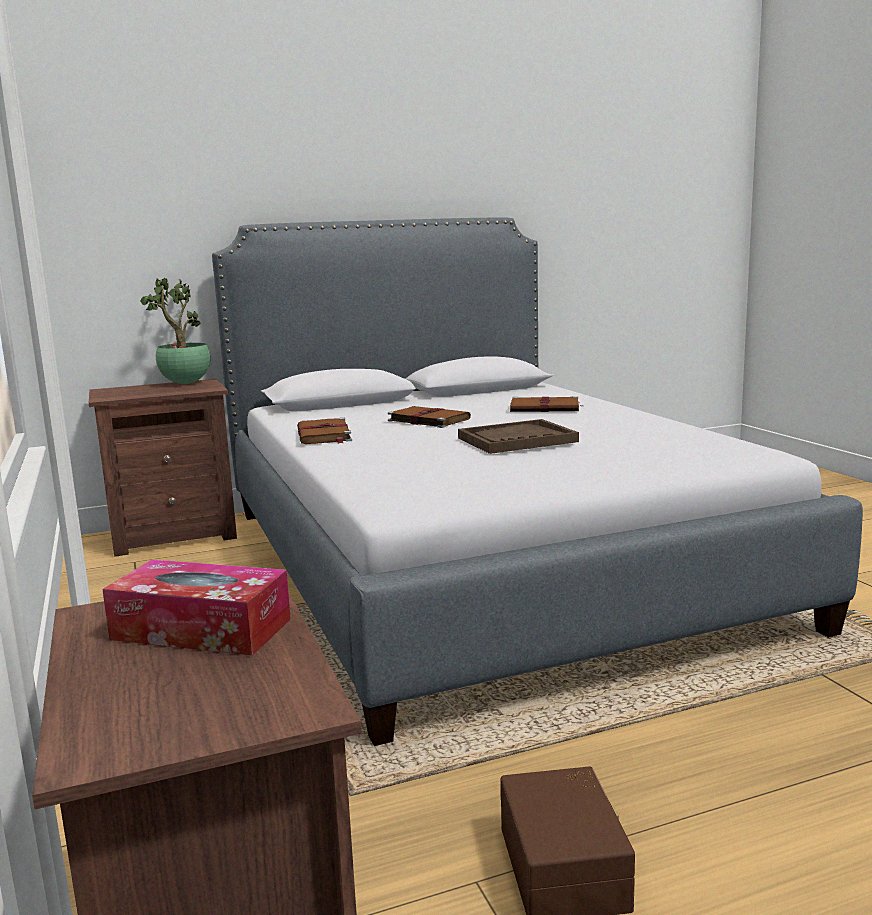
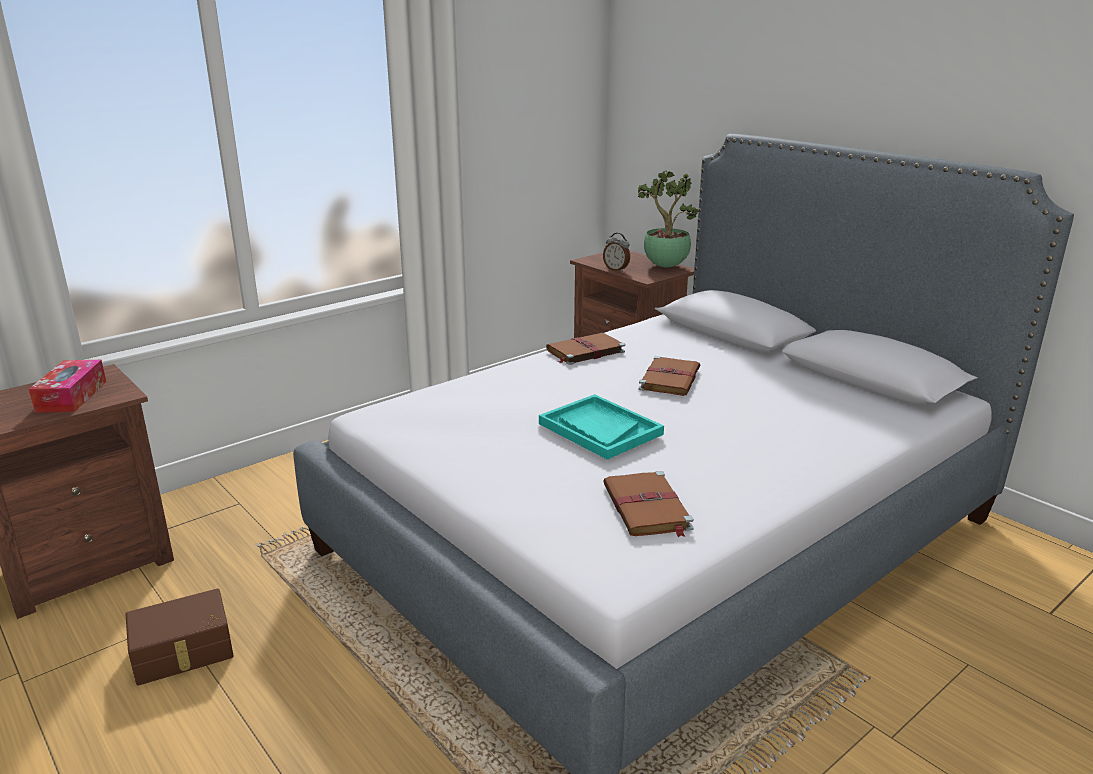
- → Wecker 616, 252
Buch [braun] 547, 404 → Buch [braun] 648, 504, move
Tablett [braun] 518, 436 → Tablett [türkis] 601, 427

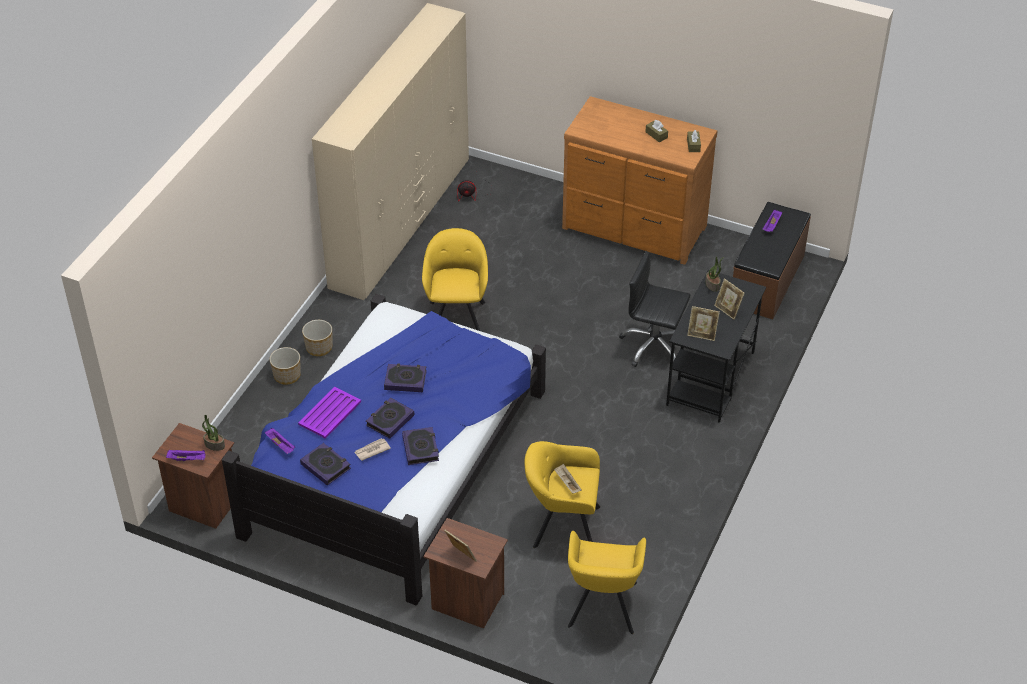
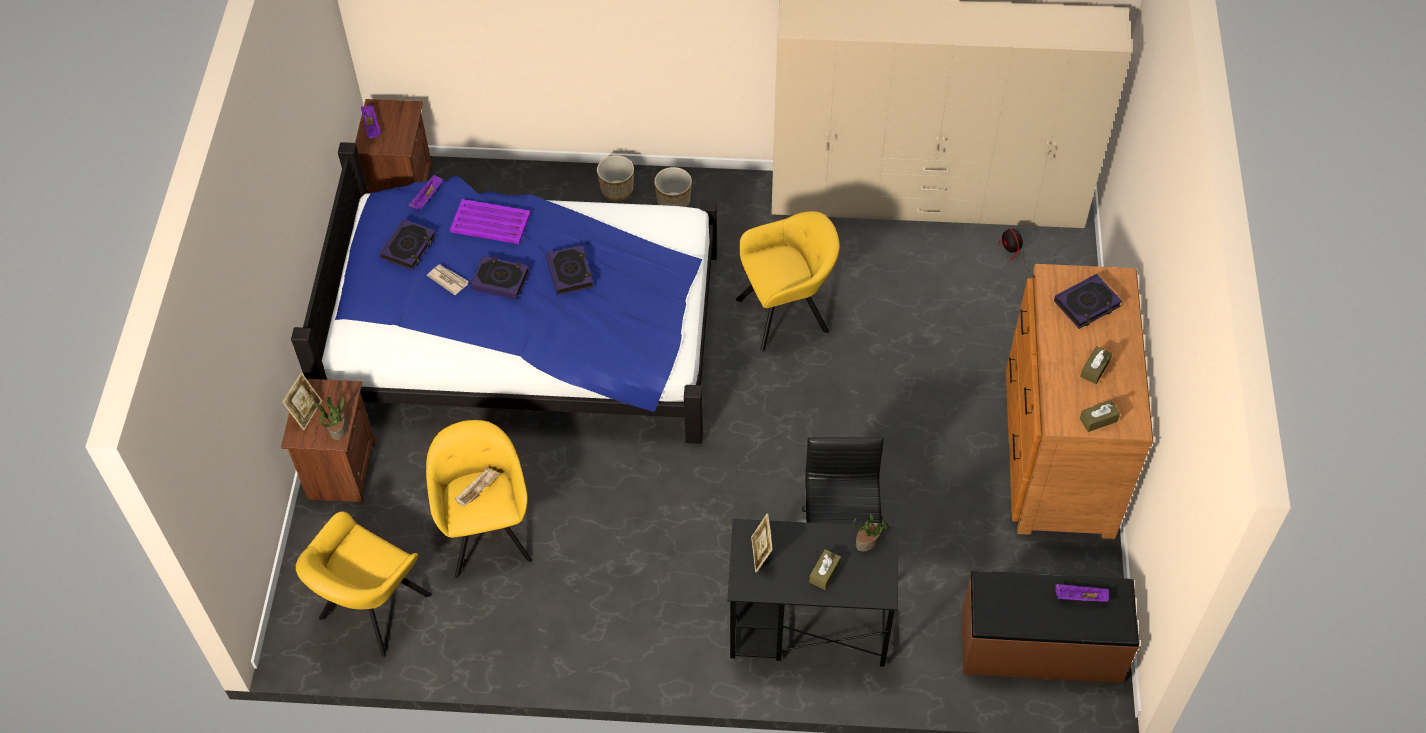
Topfpflanze 213, 433 → Topfpflanze 330, 417, move
Buch 420, 446 → Buch 1088, 301, move
Bilderrahmen 729, 299 → Taschentuchbox [braun] 825, 569
Sessel [gelb] 607, 582 → Sessel [gelb] 364, 584, 45 degrees counterclockwise

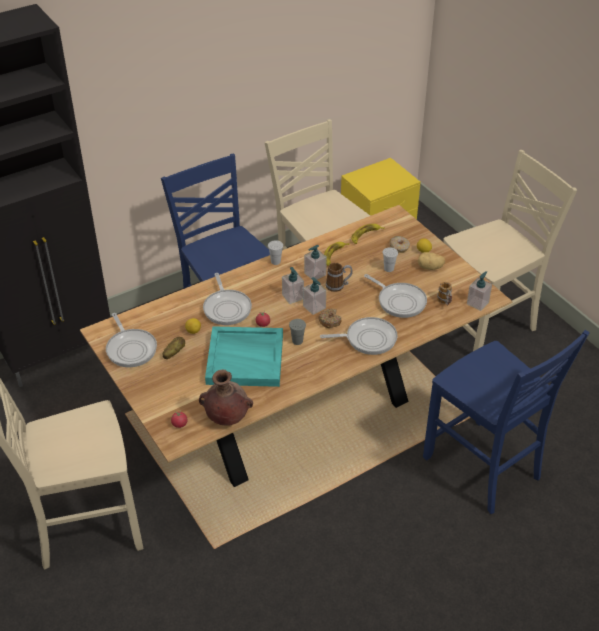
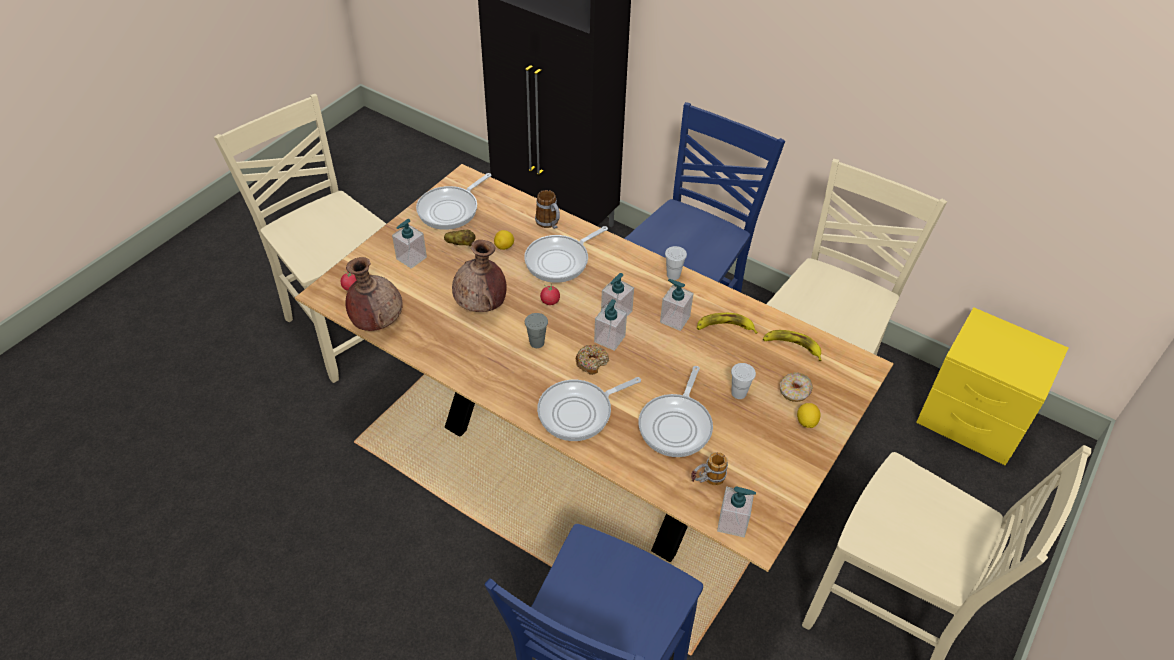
Kartoffel 431, 261 → -
- → Seifenspender 409, 244
Henkelbecher 339, 277 → Henkelbecher 547, 209, move
Tablett [türkis] 244, 356 → Vase [braun] 479, 276
Pfanne 359, 336 → Pfanne 589, 409, 90 degrees clockwise

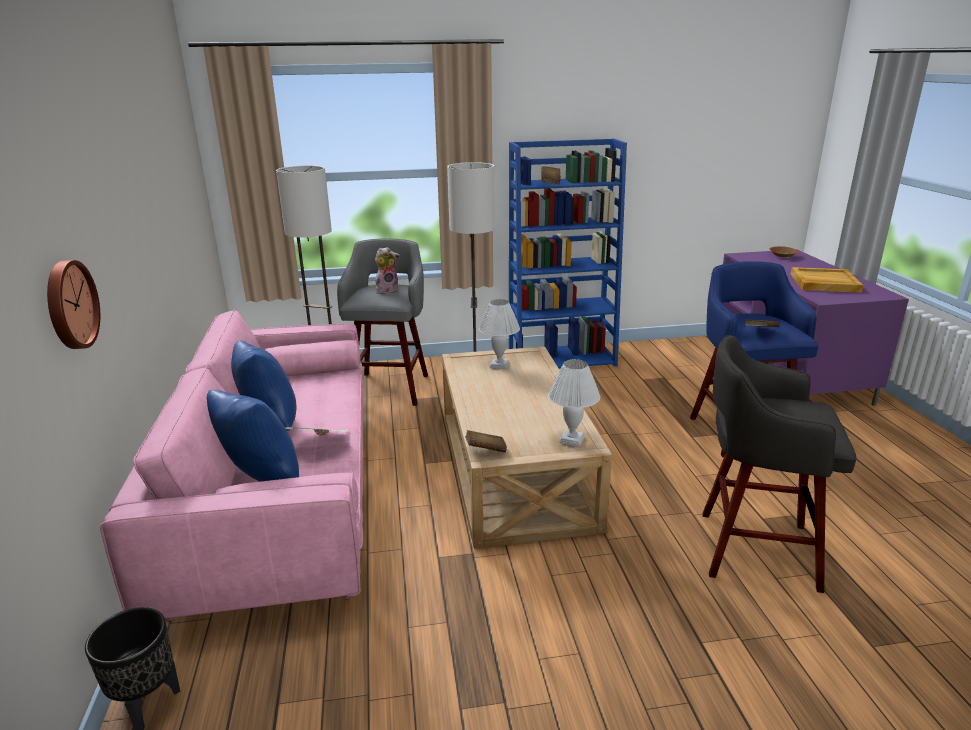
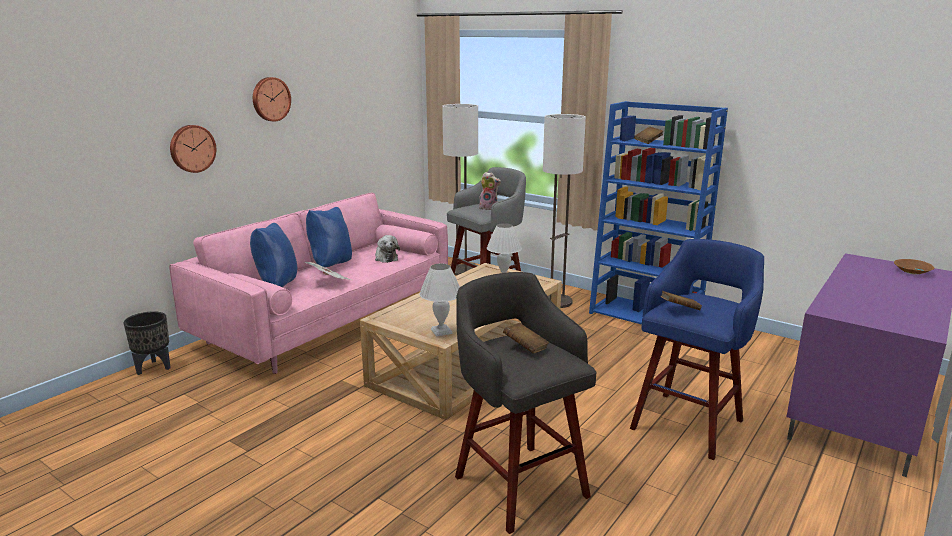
Tablett [beige] 827, 280 → -
- → Wanduhr 272, 99
- → Plüschtier 387, 249
Buch [braun] 486, 441 → Buch [braun] 526, 338, move

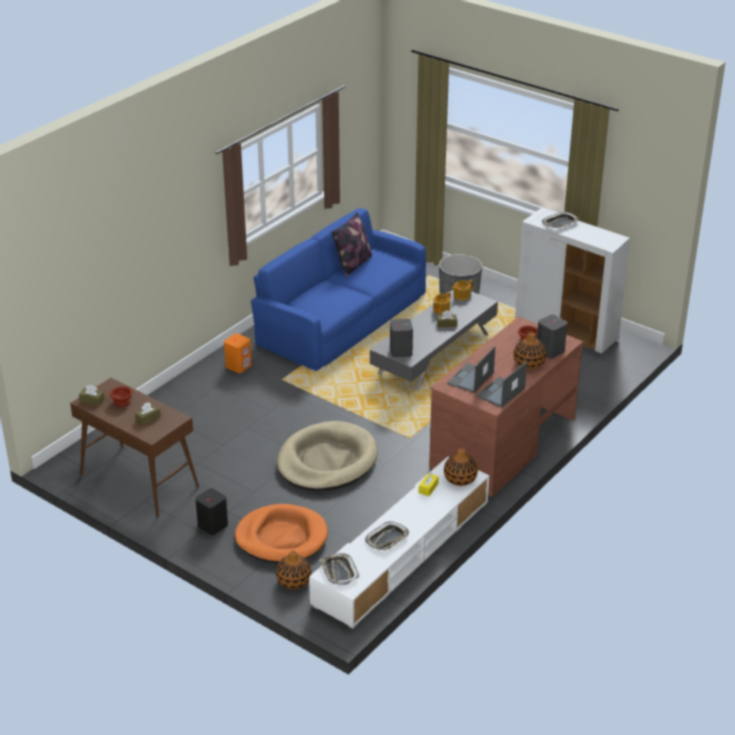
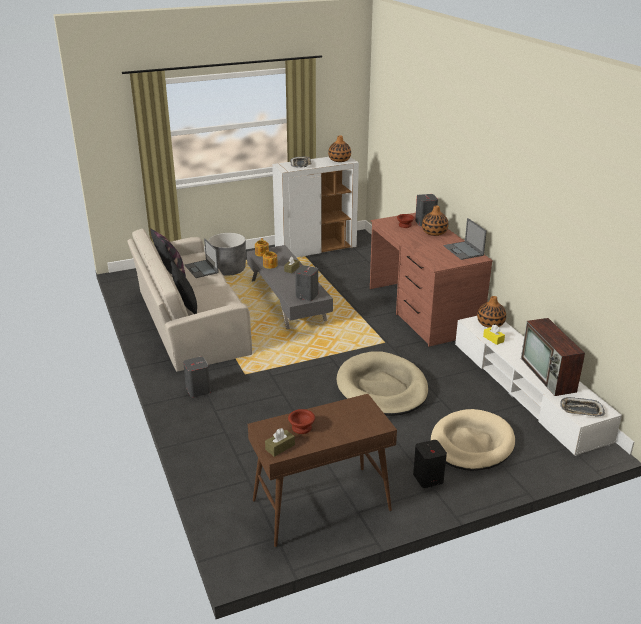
Taschentuchbox [braun] 148, 413 → -
- → Kissen [schwarz] 184, 287
Vase 293, 570 → Vase 339, 149, move
Laptop 471, 369 → Laptop 202, 258, move
Tablett 387, 536 → Fernseher 553, 357
Lautsprecher [orange] 238, 353 → Lautsprecher [grau] 197, 377
Hundebett [orange] 281, 533 → Hundebett [beige] 473, 440
Sofa [blau] 338, 289 → Sofa [beige] 189, 300

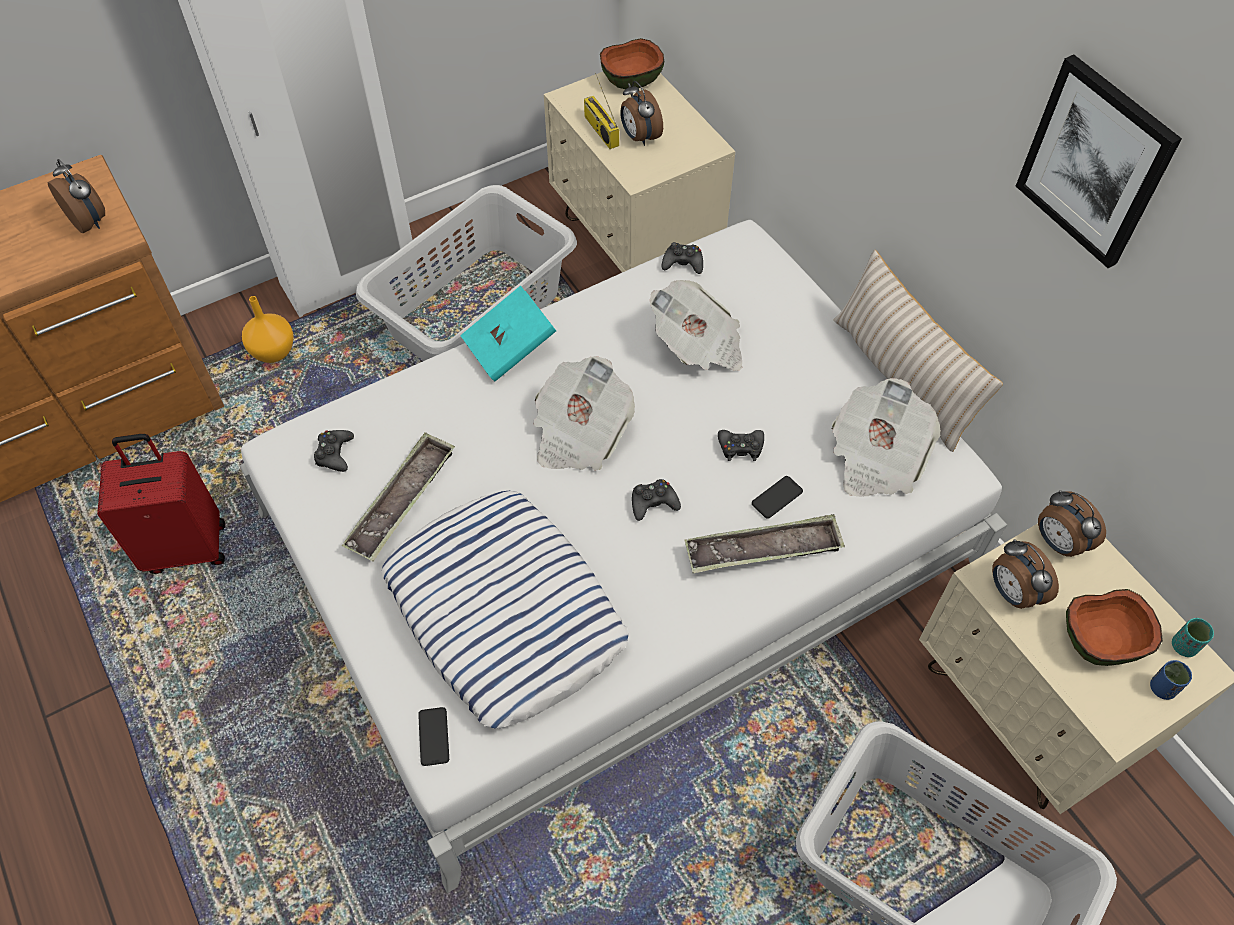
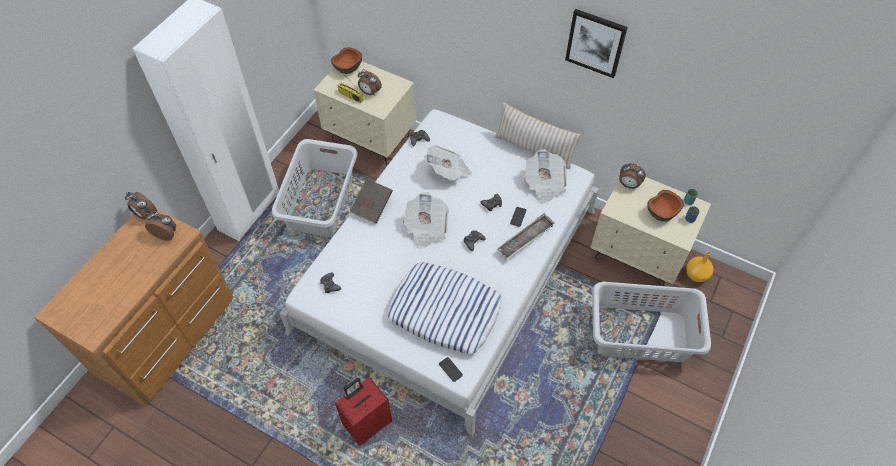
Tablett 398, 496 → -
Koffer [rot] 161, 504 → Koffer [rot] 363, 412, move
Vase [orange] 268, 329 → Vase [orange] 700, 267, move
Wecker 1025, 574 → Wecker 141, 206, move
Buch [türkis] 508, 333 → Buch [braun] 371, 201

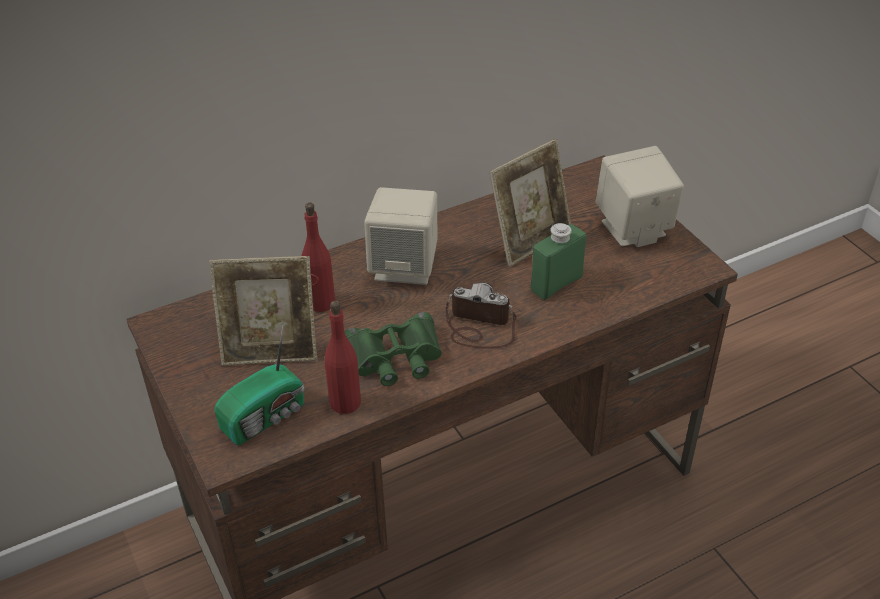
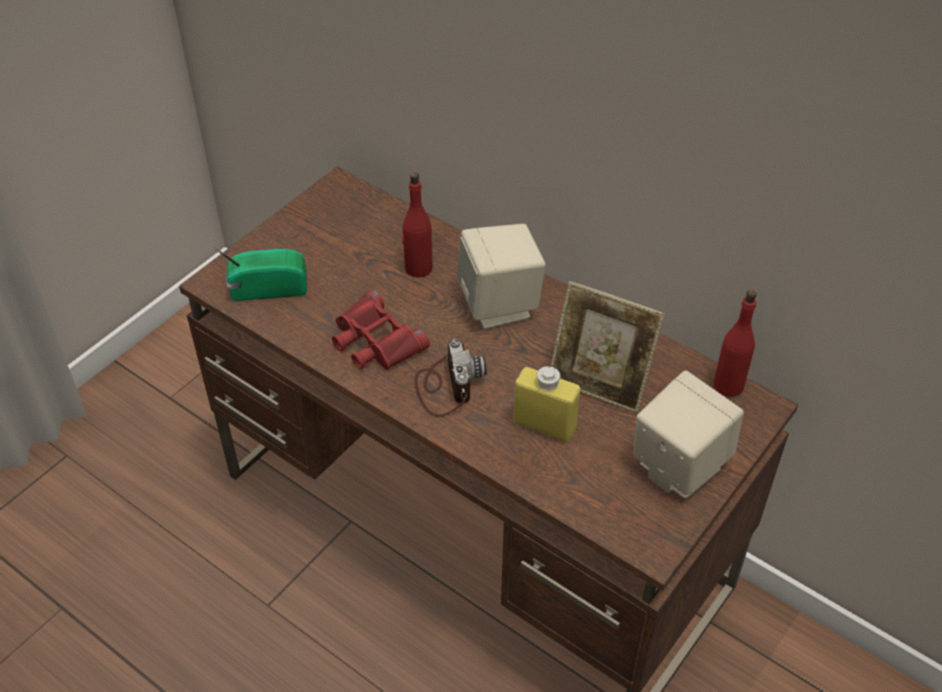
Bilderrahmen 263, 311 → -
Flasche [rot] 343, 357 → Flasche [rot] 735, 343, move
Fernglas [grün] 393, 349 → Fernglas [rot] 381, 330
Flasche [grün] 559, 261 → Flasche [gelb] 547, 404
Radio 259, 385 → Radio 260, 274, 150 degrees clockwise

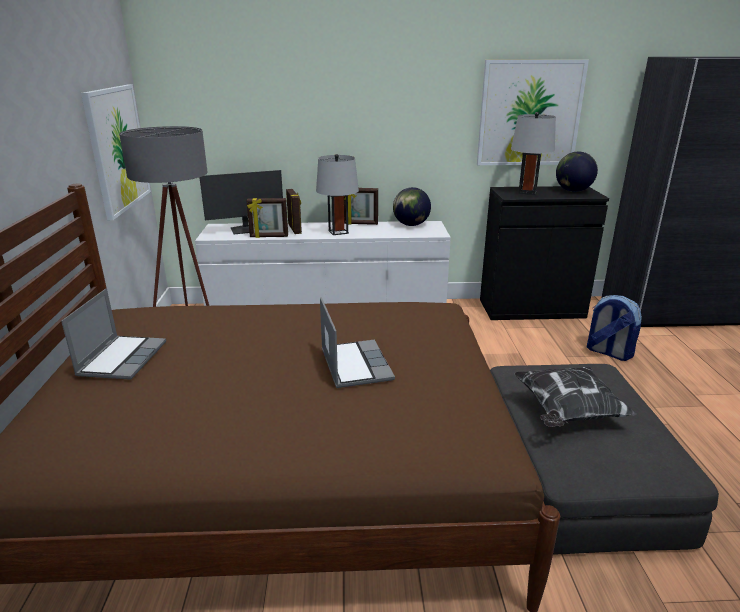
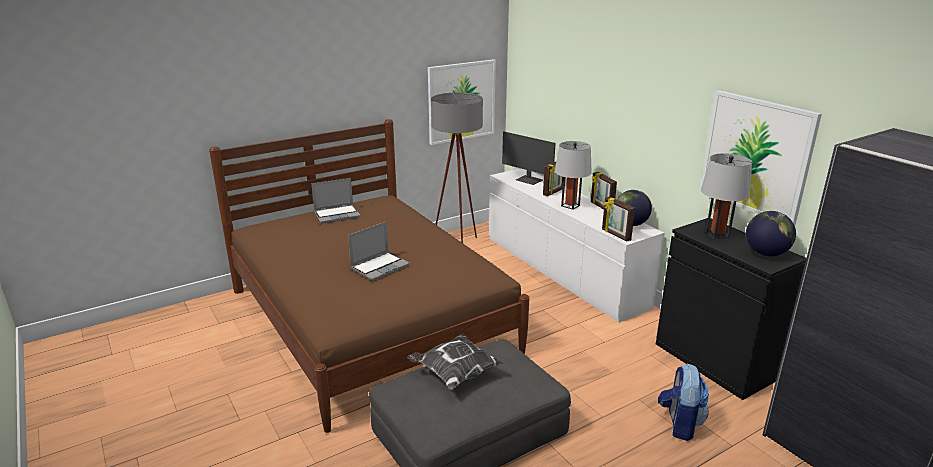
Bilderrahmen 267, 218 → Bilderrahmen 618, 219, move

